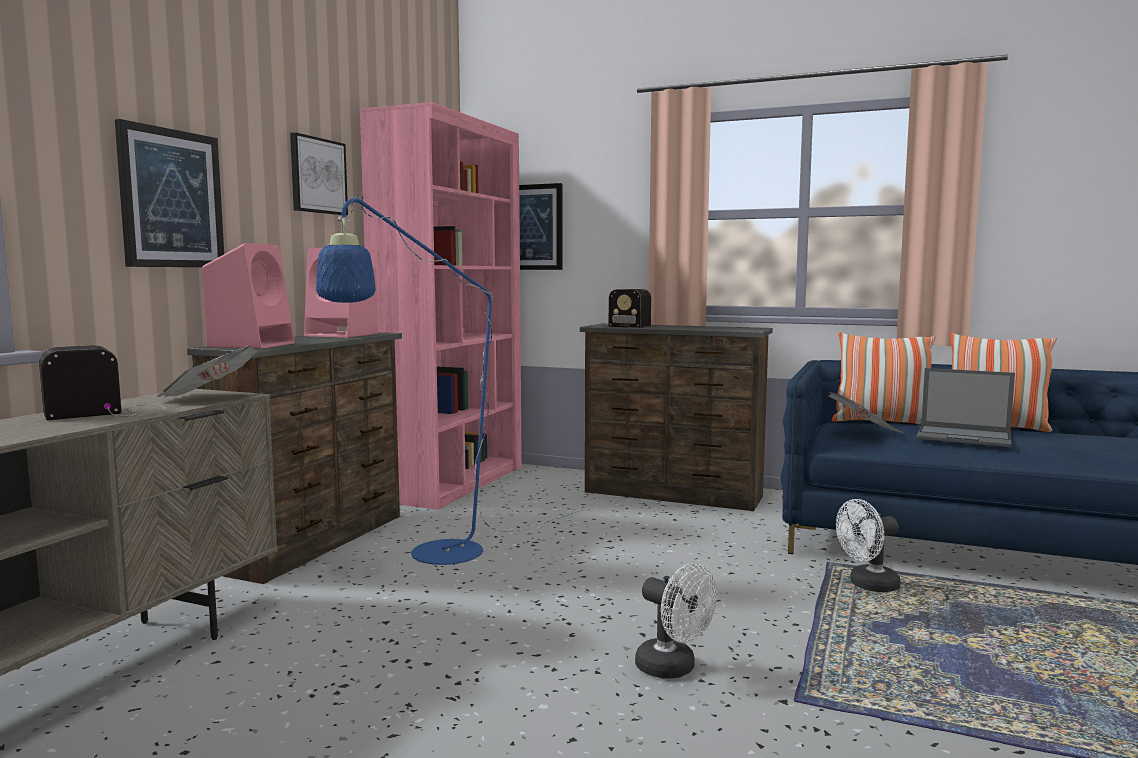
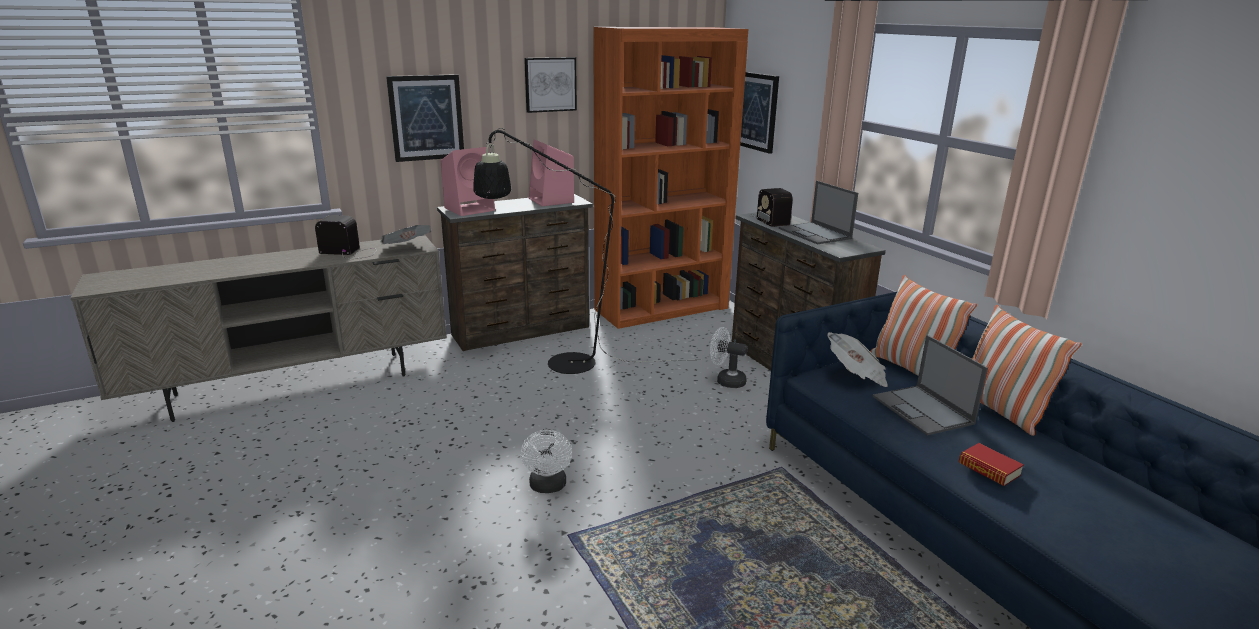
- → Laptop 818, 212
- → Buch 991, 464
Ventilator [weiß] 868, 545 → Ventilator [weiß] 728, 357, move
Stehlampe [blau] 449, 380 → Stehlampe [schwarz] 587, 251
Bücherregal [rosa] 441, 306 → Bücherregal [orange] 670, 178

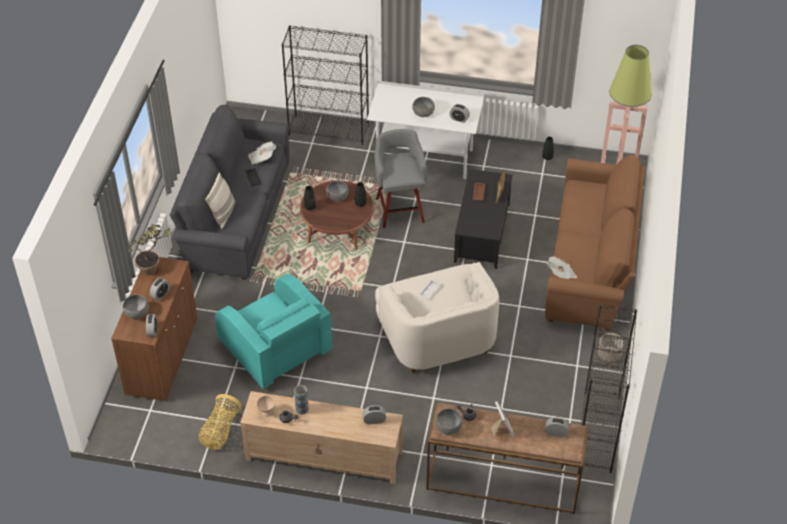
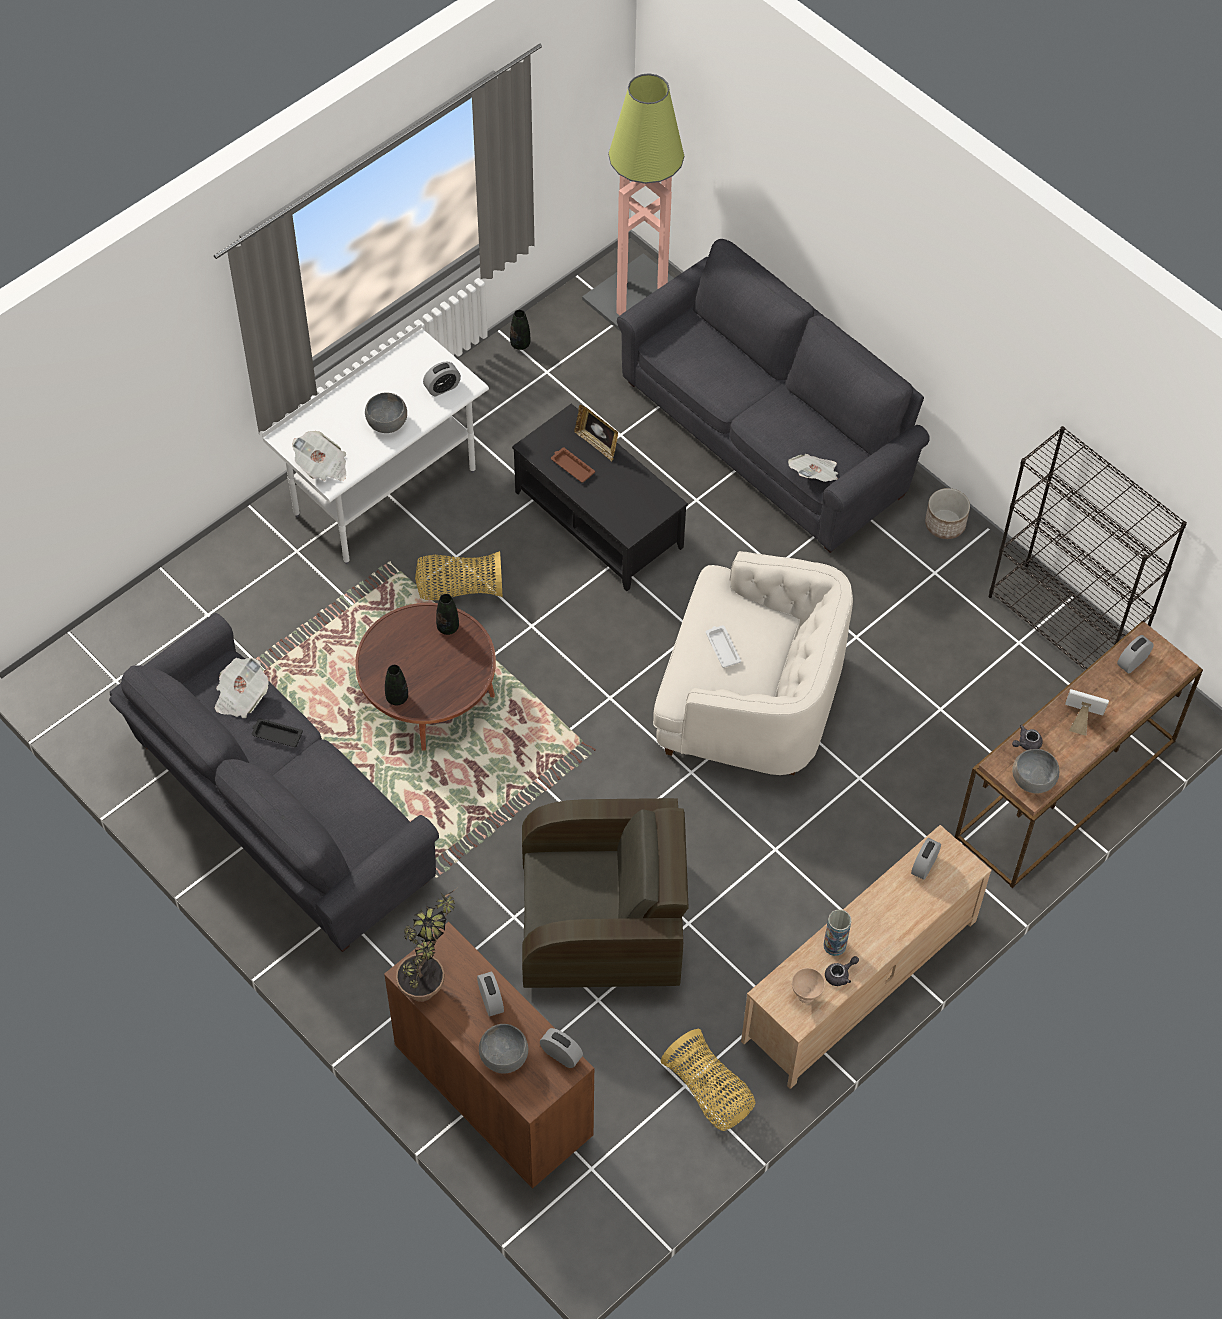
Kissen 220, 201 → -
Bücherregal [schwarz] 325, 85 → -
Schüssel [grau] 337, 191 → -
- → Zeitung 319, 456
Hocker [grau] 401, 178 → Korb 458, 575
Sessel [türkis] 273, 331 → Sessel [braun] 605, 893
Sofa [braun] 595, 243 → Sofa [grau] 773, 396

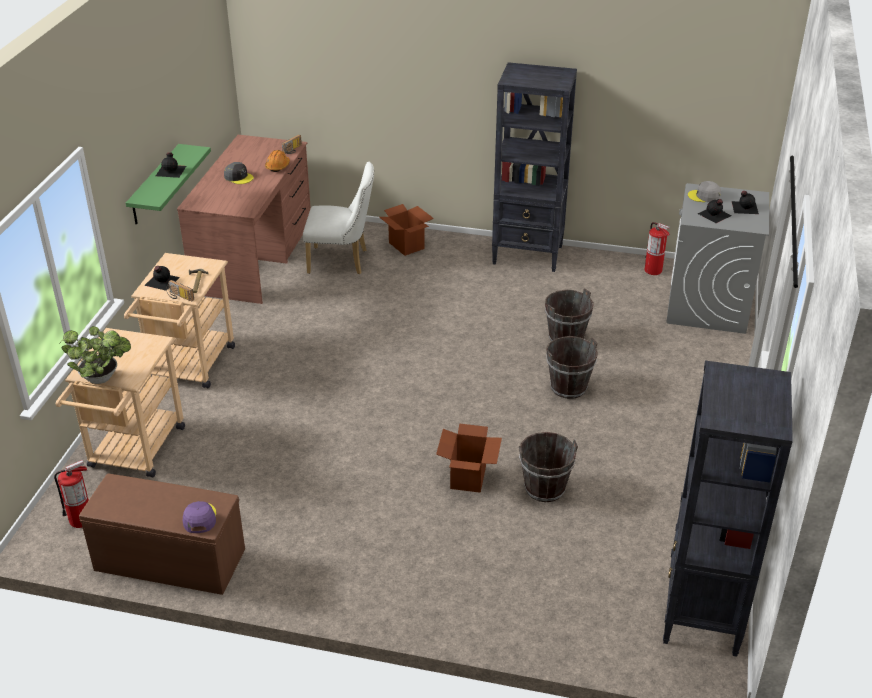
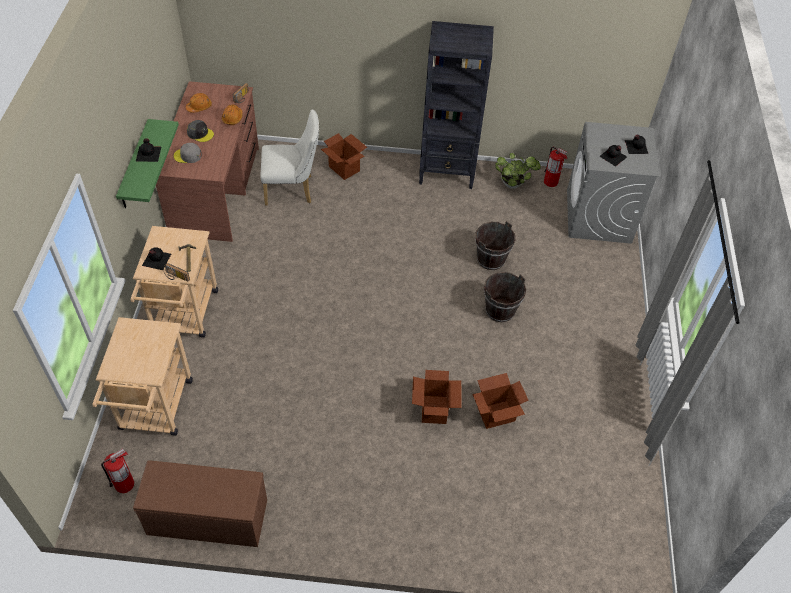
Kappe [lila] 199, 517 → -
Bücherregal [schwarz] 728, 508 → -
- → Schutzhelm [orange] 199, 103
Topfpflanze 95, 355 → Topfpflanze 518, 171, move
Kappe [grau] 704, 191 → Kappe [grau] 187, 153, move
Eimer [braun] 548, 467 → Karton 500, 401

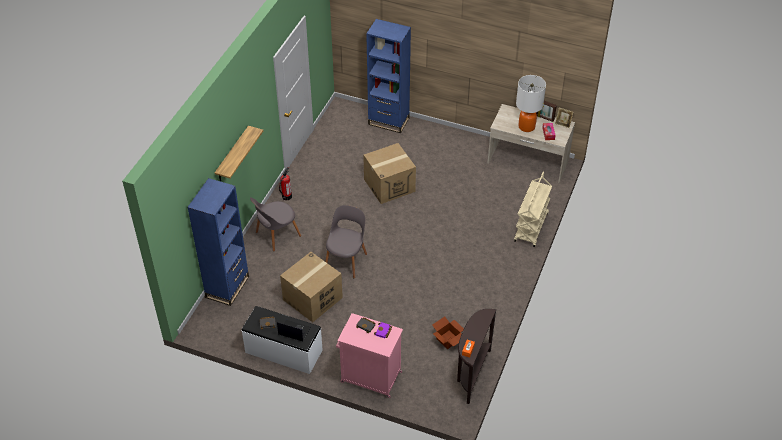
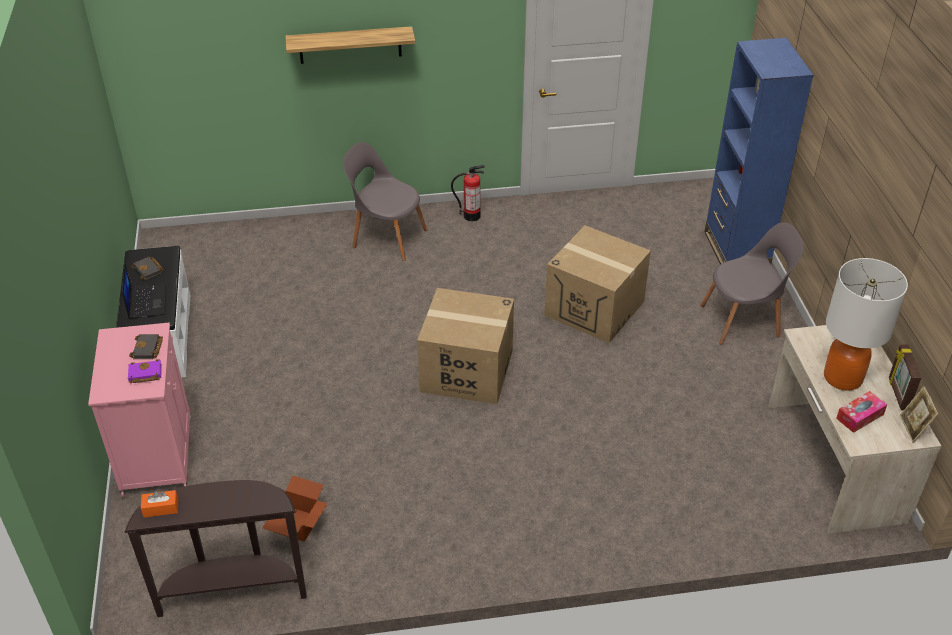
Bücherregal [blau] 218, 242 → -
Rollwagen [beige] 533, 209 → -
Karton 311, 287 → Karton 465, 346, move
Stuhl [grau] 346, 241 → Stuhl [grau] 752, 283, move

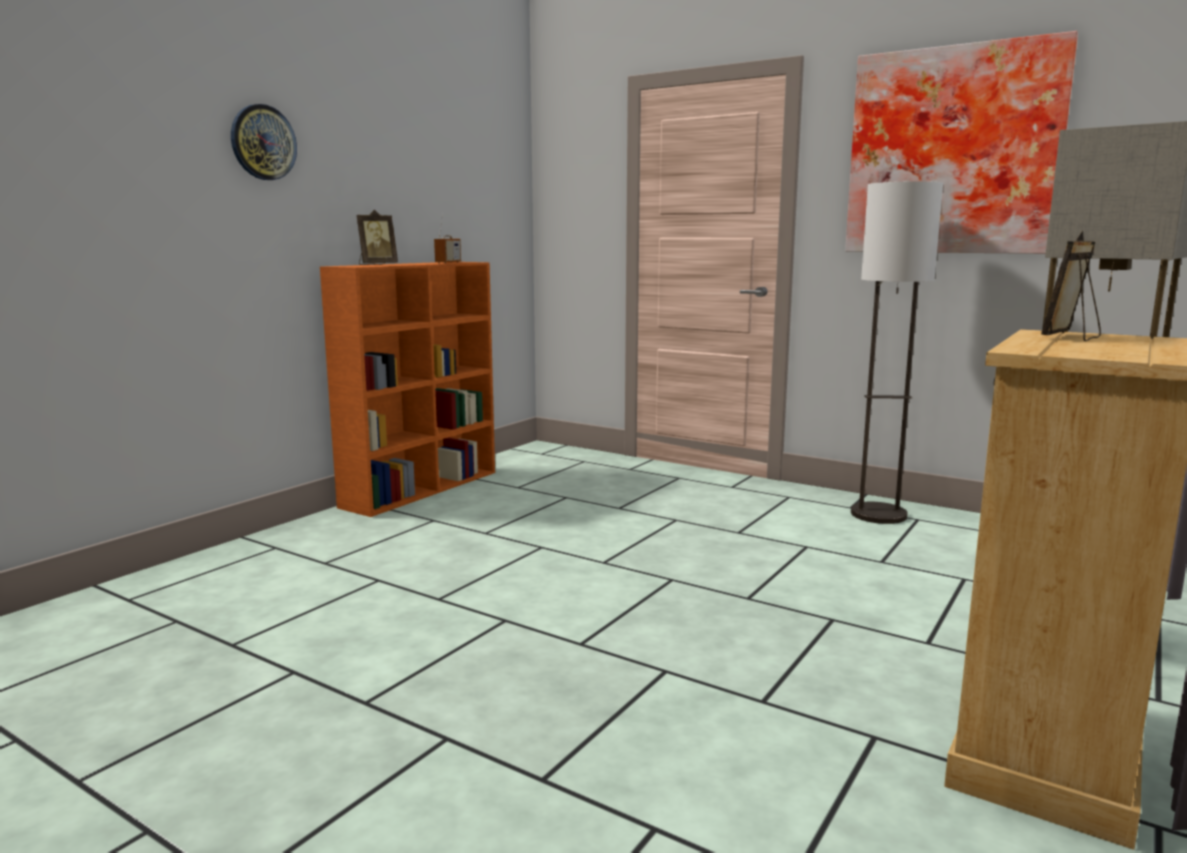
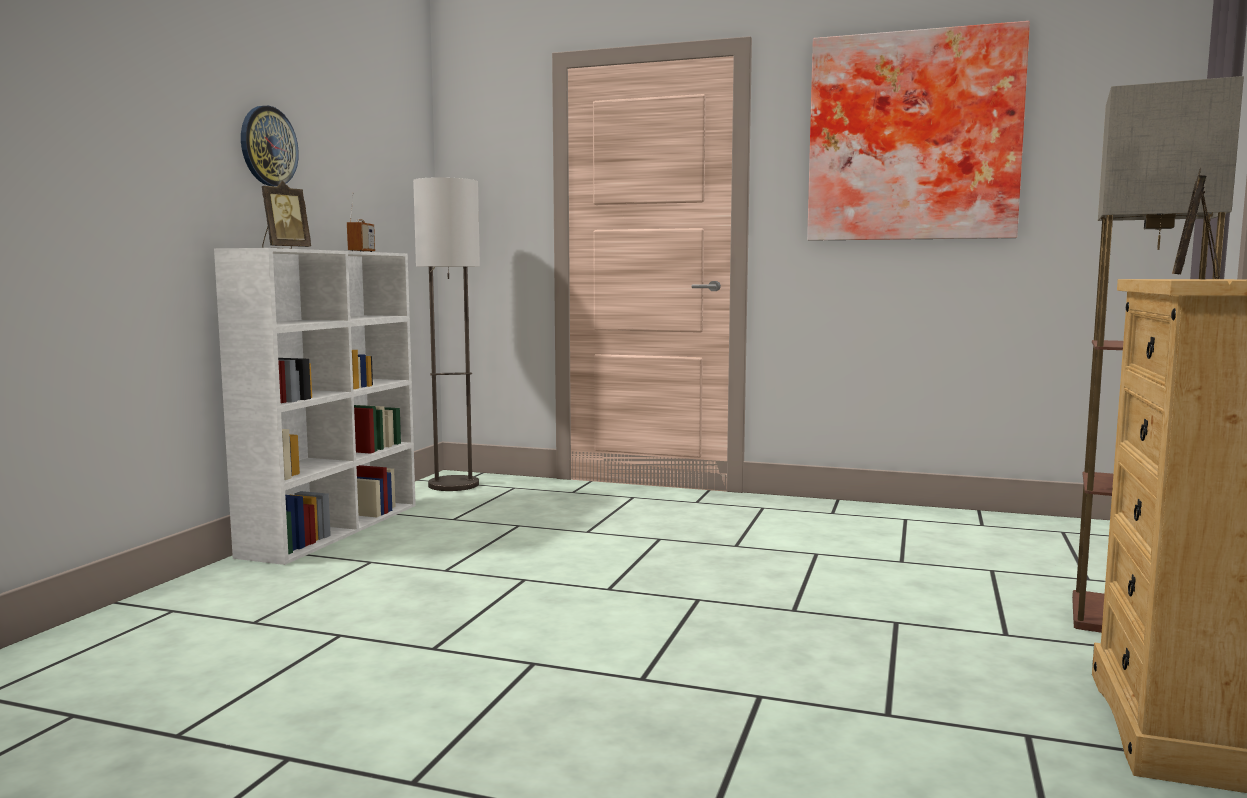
Wanduhr 264, 142 → Wanduhr 270, 146, move
Stehlampe 897, 352 → Stehlampe 446, 334, move
Bücherregal [orange] 407, 389 → Bücherregal [weiß] 315, 406

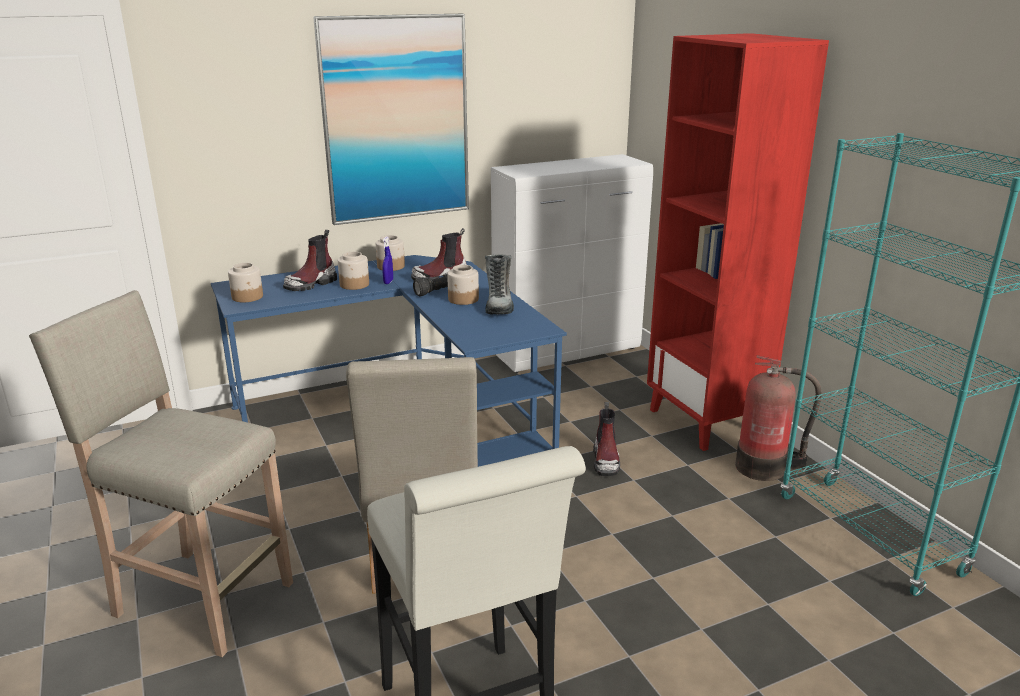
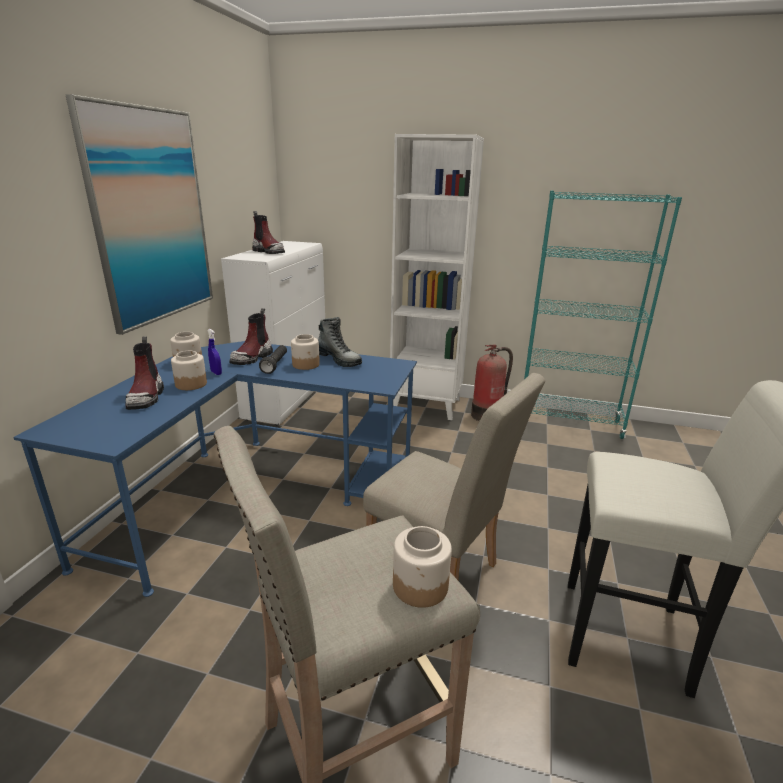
Vorratsglas 245, 282 → Vorratsglas 422, 567, move
Stiefel 606, 439 → Stiefel 268, 232, move
Bücherregal [rot] 738, 242 → Bücherregal [weiß] 437, 277

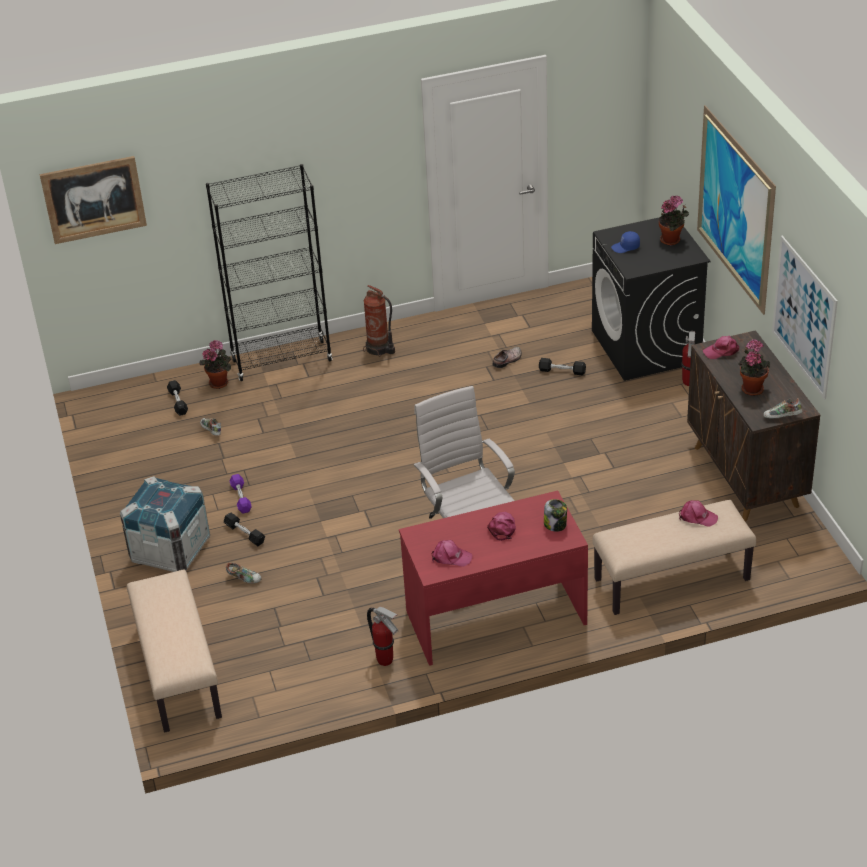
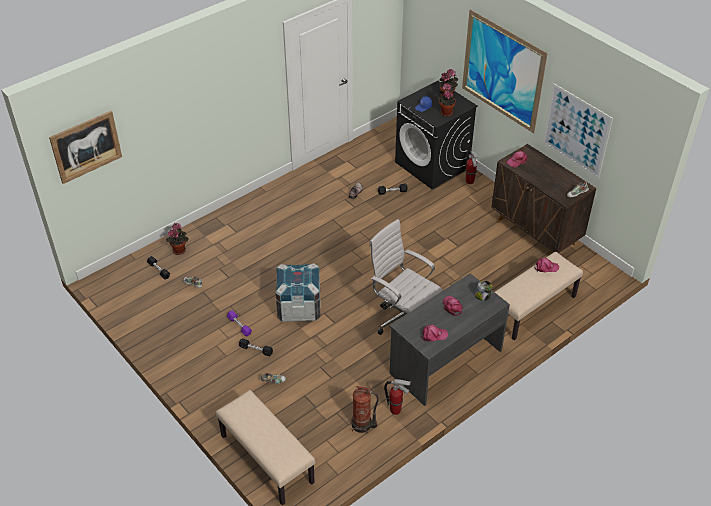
Bücherregal [schwarz] 269, 272 → -
Kiste 165, 524 → Kiste 297, 292, move
Feuerlöscher 379, 321 → Feuerlöscher 365, 409, move
Topfpflanze 754, 367 → Topfpflanze 447, 100, move
Schreibtisch [rot] 493, 578 → Schreibtisch [grau] 449, 340

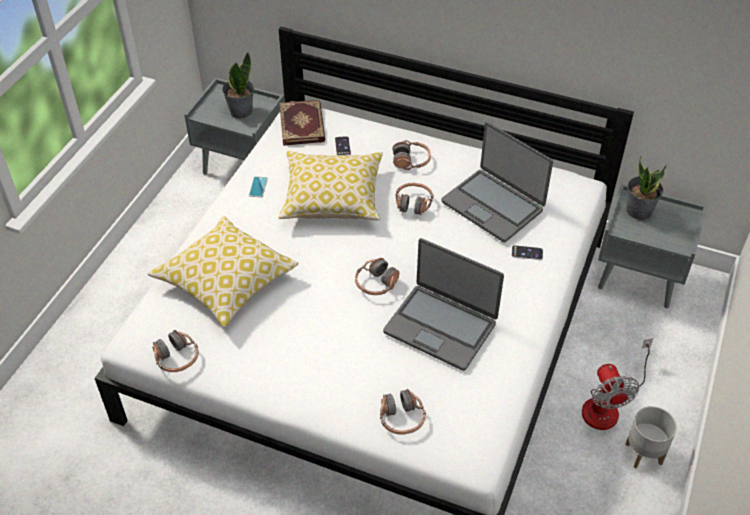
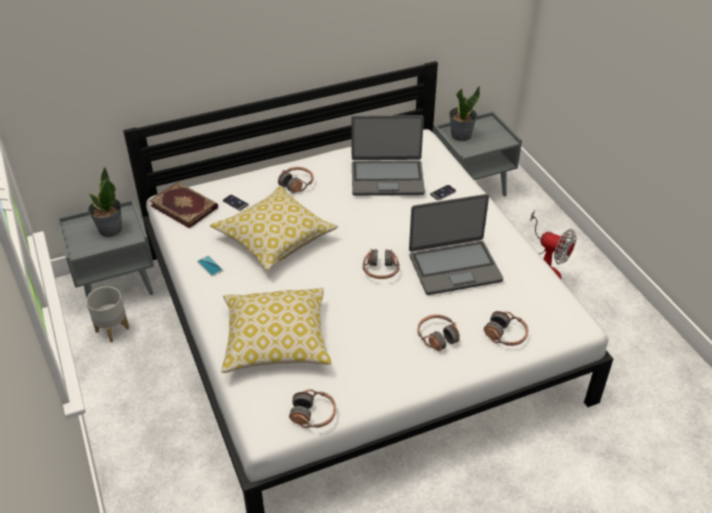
Kopfhörer 414, 199 → Kopfhörer 438, 332, move
Pflanzkübel [grau] 651, 437 → Pflanzkübel [grau] 107, 314, move

